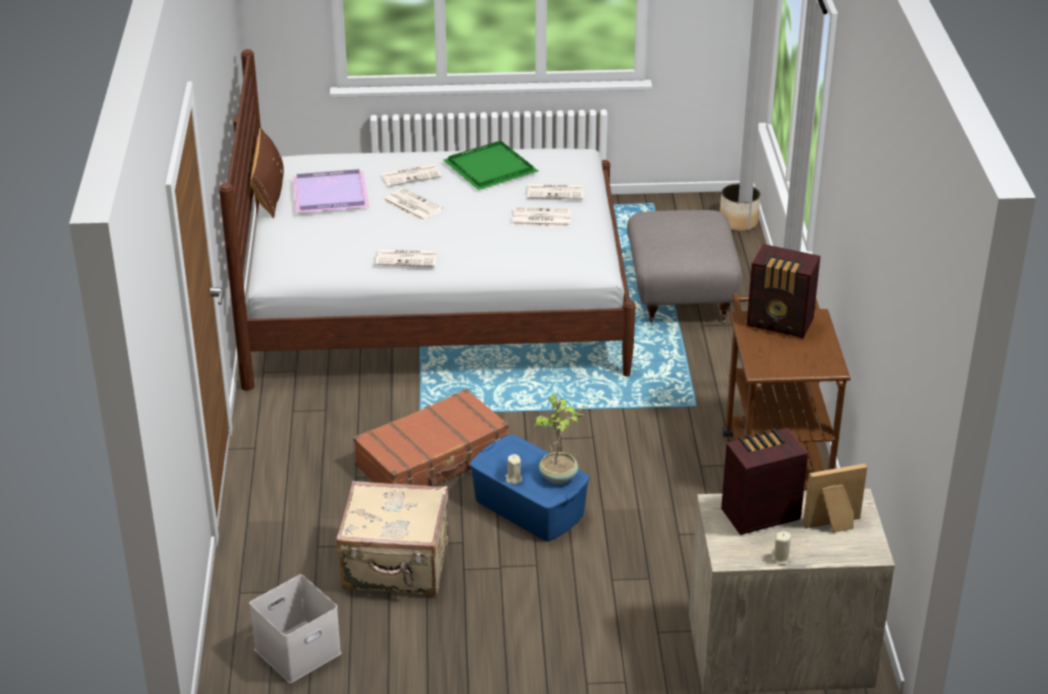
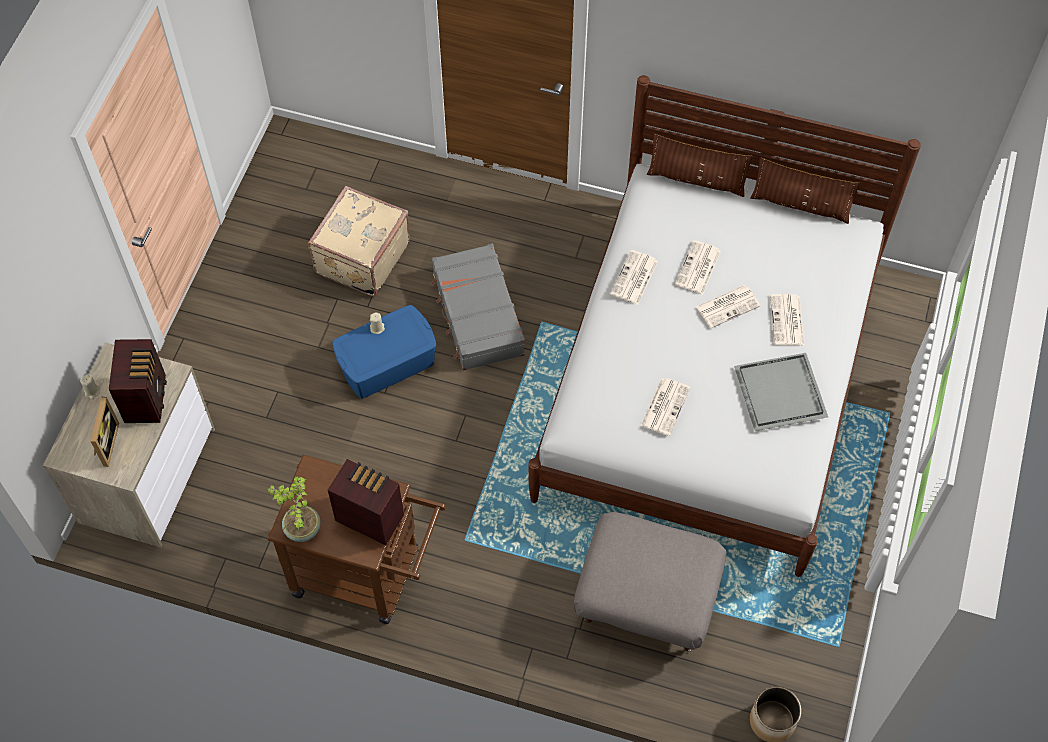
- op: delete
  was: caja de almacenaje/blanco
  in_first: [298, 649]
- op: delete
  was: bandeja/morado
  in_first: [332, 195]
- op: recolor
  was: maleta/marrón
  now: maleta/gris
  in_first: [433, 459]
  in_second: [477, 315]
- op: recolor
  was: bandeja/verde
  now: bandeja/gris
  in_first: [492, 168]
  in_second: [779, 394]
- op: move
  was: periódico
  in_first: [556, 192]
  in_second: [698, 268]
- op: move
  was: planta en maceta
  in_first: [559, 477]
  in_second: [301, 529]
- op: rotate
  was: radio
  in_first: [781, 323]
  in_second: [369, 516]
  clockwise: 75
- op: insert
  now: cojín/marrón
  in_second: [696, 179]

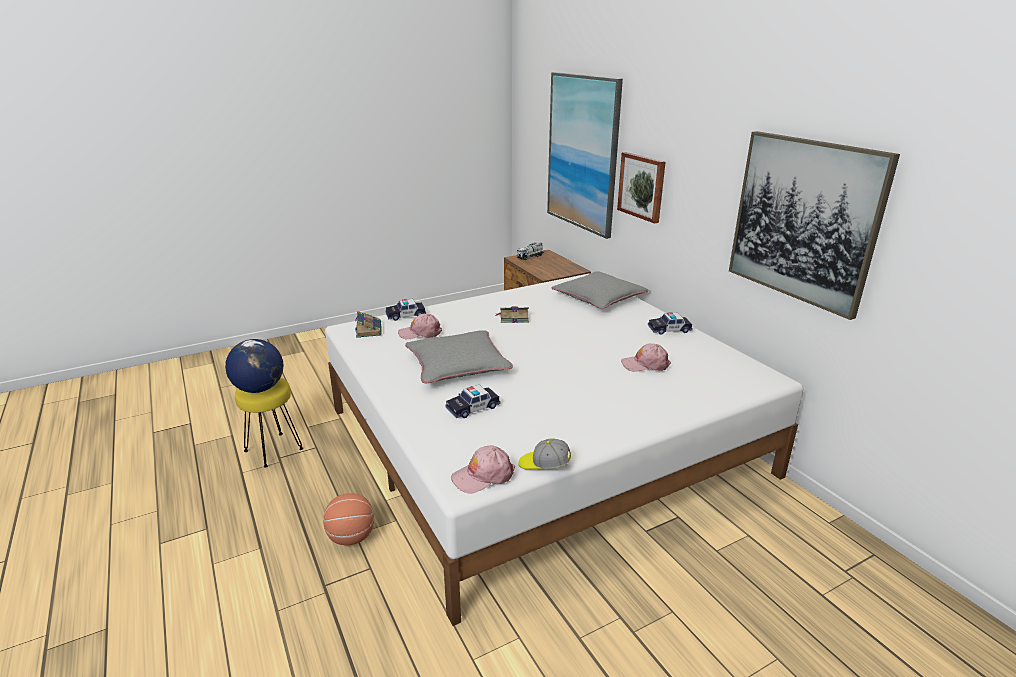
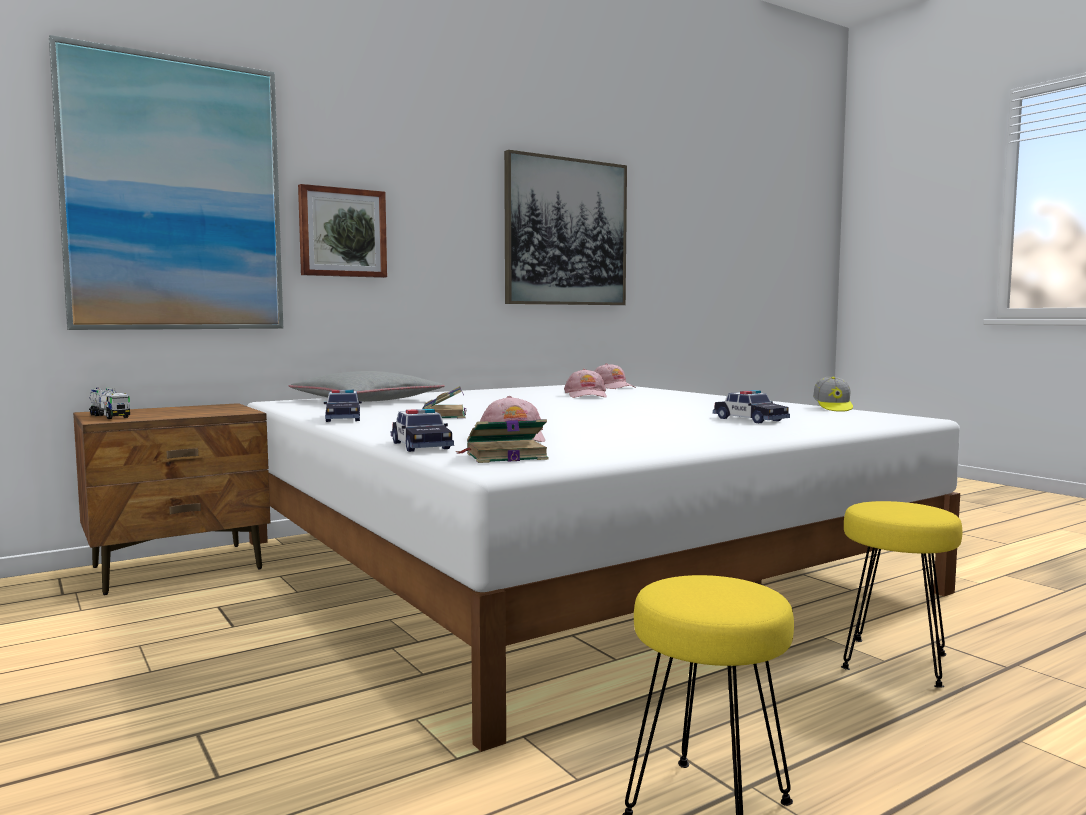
- op: delete
  was: globo terráqueo
  in_first: [259, 388]
- op: replace
  was: balón de baloncesto
  now: taburete/amarillo
  in_first: [351, 537]
  in_second: [894, 662]
- op: delete
  was: cojín/gris
  in_first: [457, 364]
- op: move
  was: gorra/rosa
  in_first: [483, 476]
  in_second: [612, 387]
- op: move
  was: coche de juguete
  in_first: [669, 329]
  in_second: [343, 418]

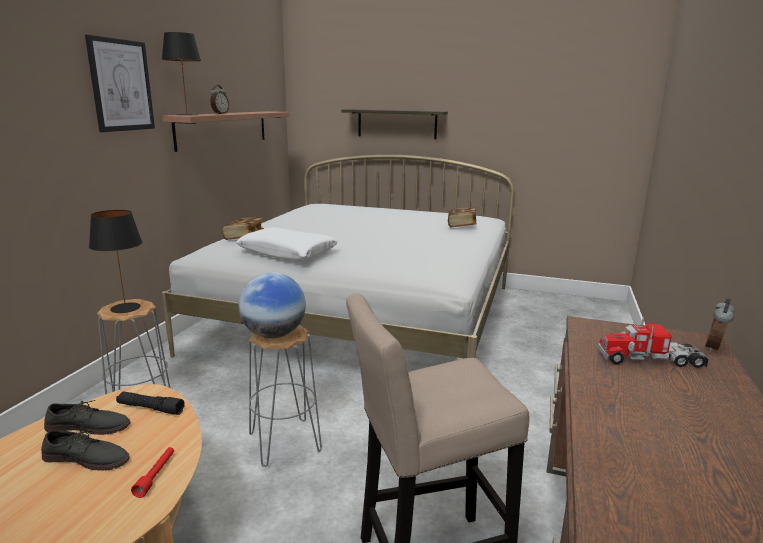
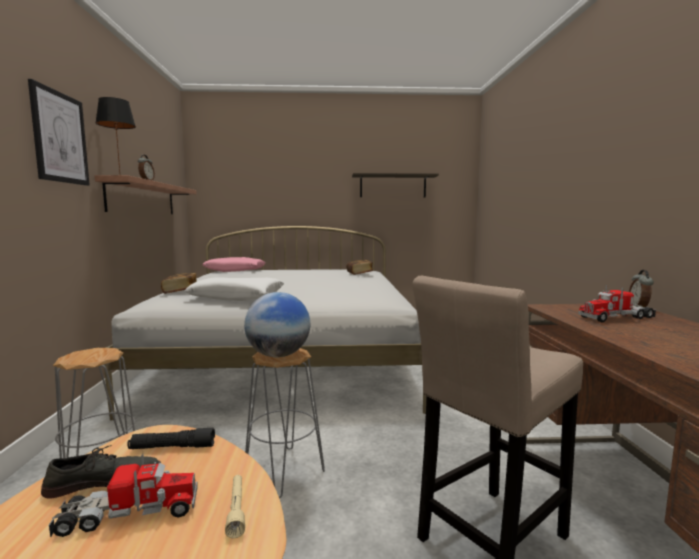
- op: replace
  was: zapato/gris
  now: camión de juguete
  in_first: [87, 458]
  in_second: [129, 514]
- op: delete
  was: lámpara de mesa/negro
  in_first: [126, 308]
- op: recolor
  was: linterna/rojo
  now: linterna/beis
  in_first: [156, 475]
  in_second: [236, 510]
- op: move
  was: estante
  in_first: [397, 124]
  in_second: [393, 186]
- op: insert
  now: cojín/rosa
  in_second: [235, 270]

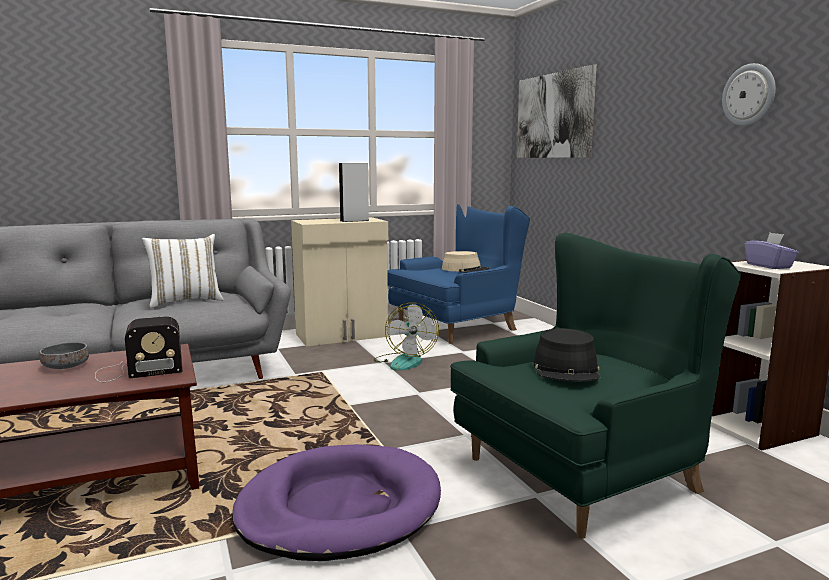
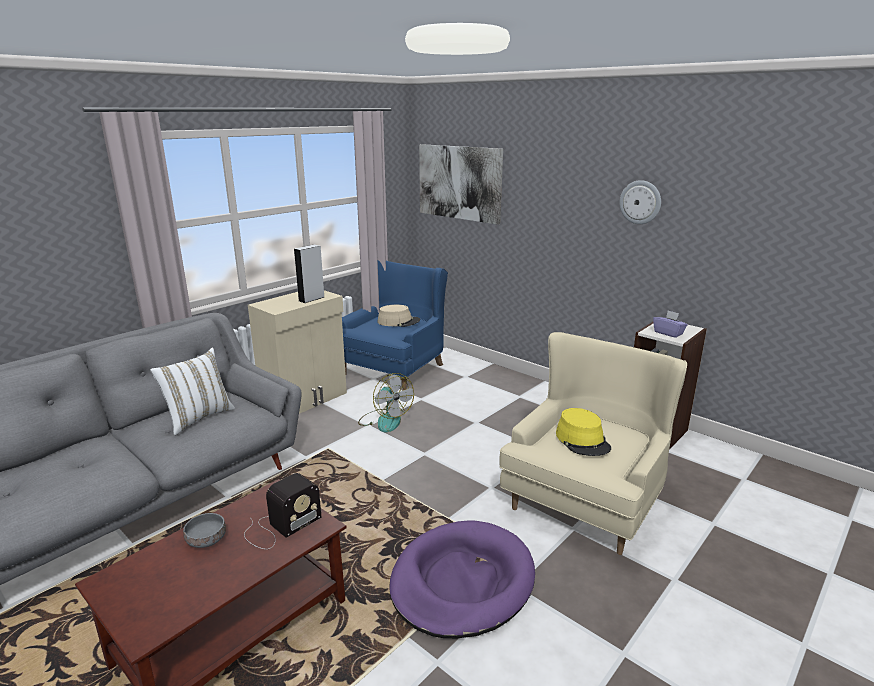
- op: recolor
  was: sillón/verde
  now: sillón/beis
  in_first: [586, 472]
  in_second: [588, 499]
- op: recolor
  was: sombrero/negro
  now: sombrero/amarillo
  in_first: [566, 369]
  in_second: [583, 440]

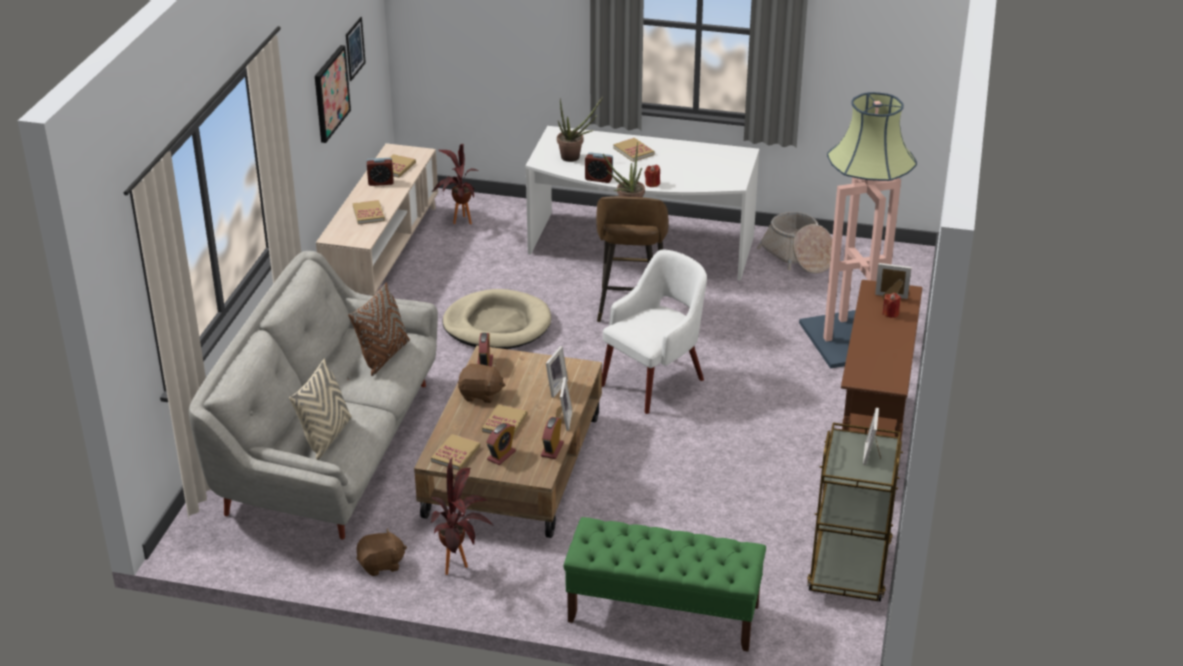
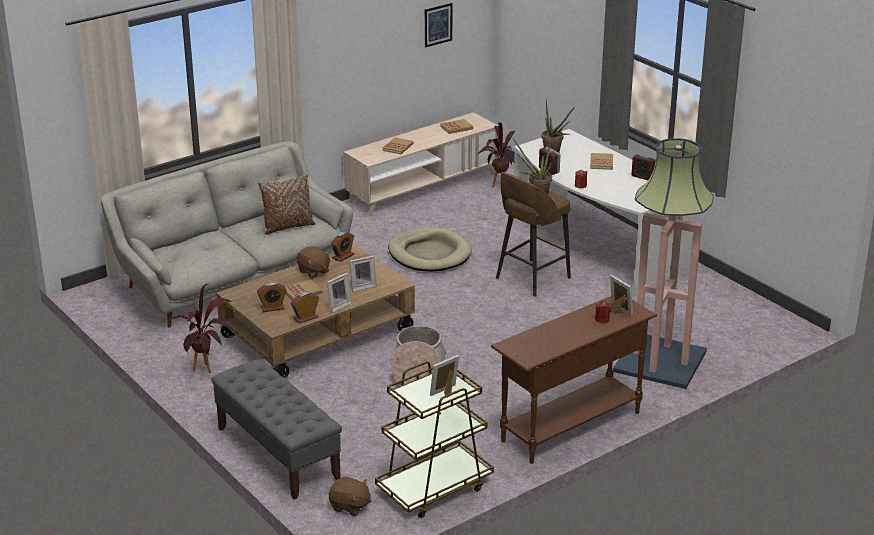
- op: delete
  was: cojín/beis
  in_first: [326, 437]
- op: delete
  was: cuadro
  in_first: [330, 93]
- op: move
  was: peluche/marrón
  in_first: [381, 565]
  in_second: [350, 506]
- op: move
  was: despertador
  in_first: [381, 182]
  in_second: [643, 177]
- op: delete
  was: libro
  in_first: [455, 454]
- op: recolor
  was: banco/verde
  now: banco/gris
  in_first: [662, 613]
  in_second: [277, 453]
- op: delete
  was: sillón/blanco
  in_first: [655, 381]
- op: move
  was: cesta
  in_first: [798, 256]
  in_second: [417, 370]

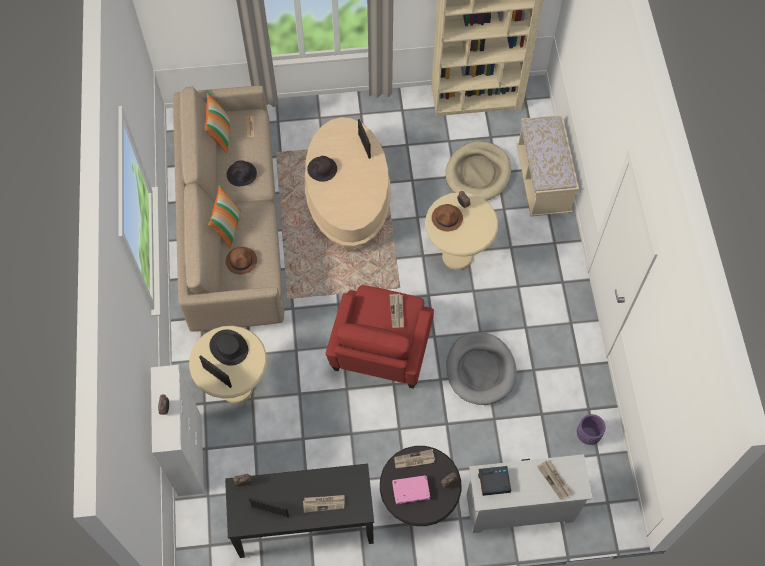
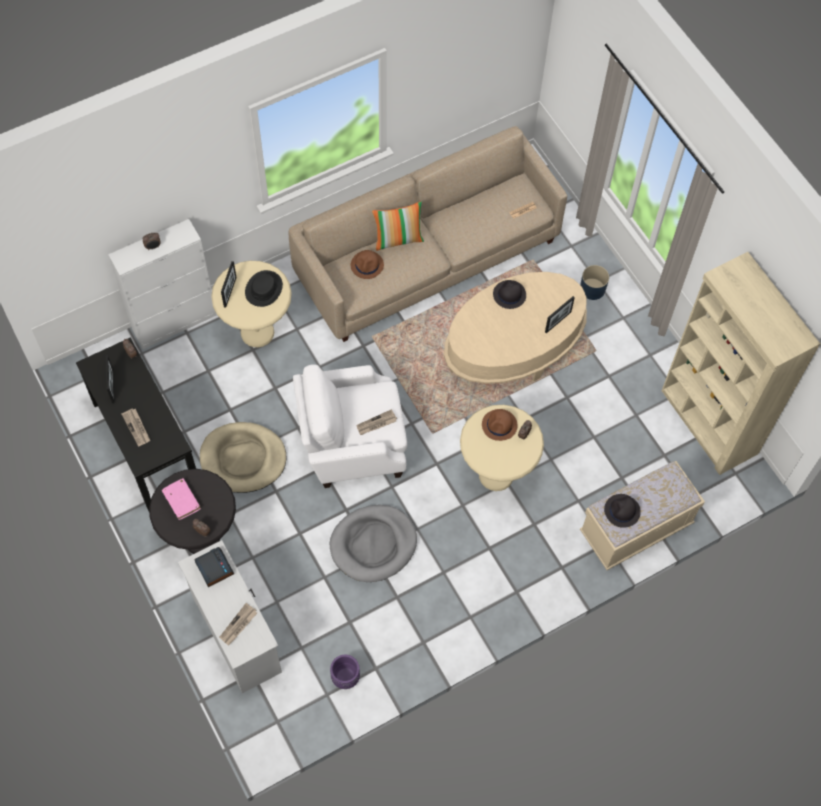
- op: delete
  was: cojín
  in_first: [220, 135]
- op: move
  was: sombrero/negro
  in_first: [242, 174]
  in_second: [622, 511]
- op: recolor
  was: sillón/rojo
  now: sillón/blanco
  in_first: [380, 351]
  in_second: [352, 443]
- op: delete
  was: periódico
  in_first: [414, 460]
- op: move
  was: cama para perro/beis
  in_first: [478, 173]
  in_second: [243, 459]
- op: insert
  now: maceta/azul
  in_second: [592, 289]

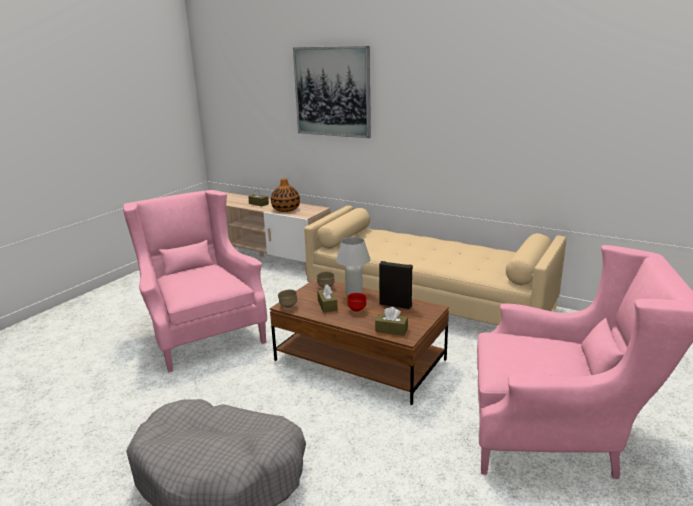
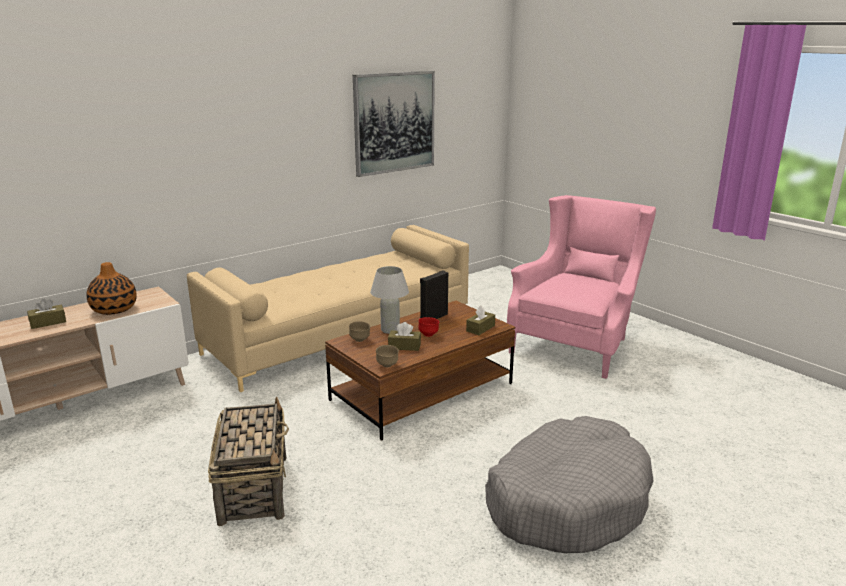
- op: replace
  was: sillón/rosa
  now: cesta
  in_first: [202, 332]
  in_second: [254, 488]
- op: move
  was: cuadro
  in_first: [332, 92]
  in_second: [394, 122]

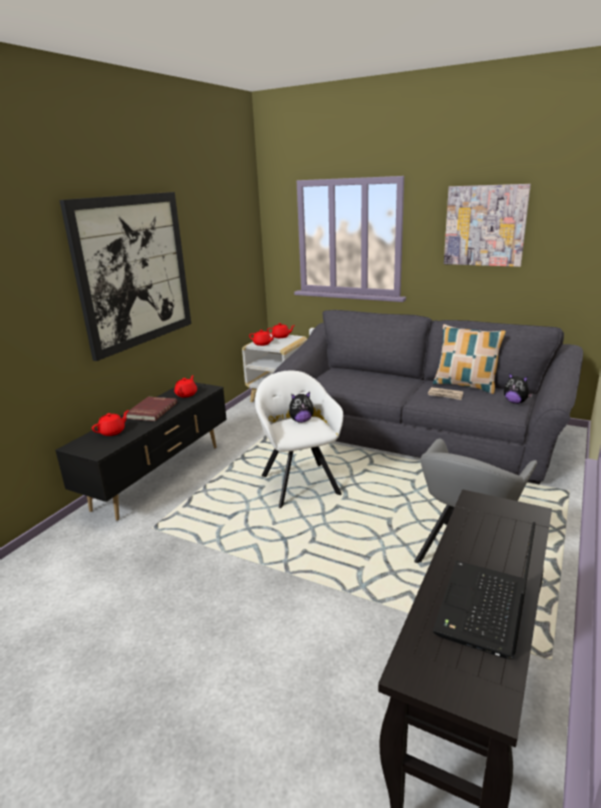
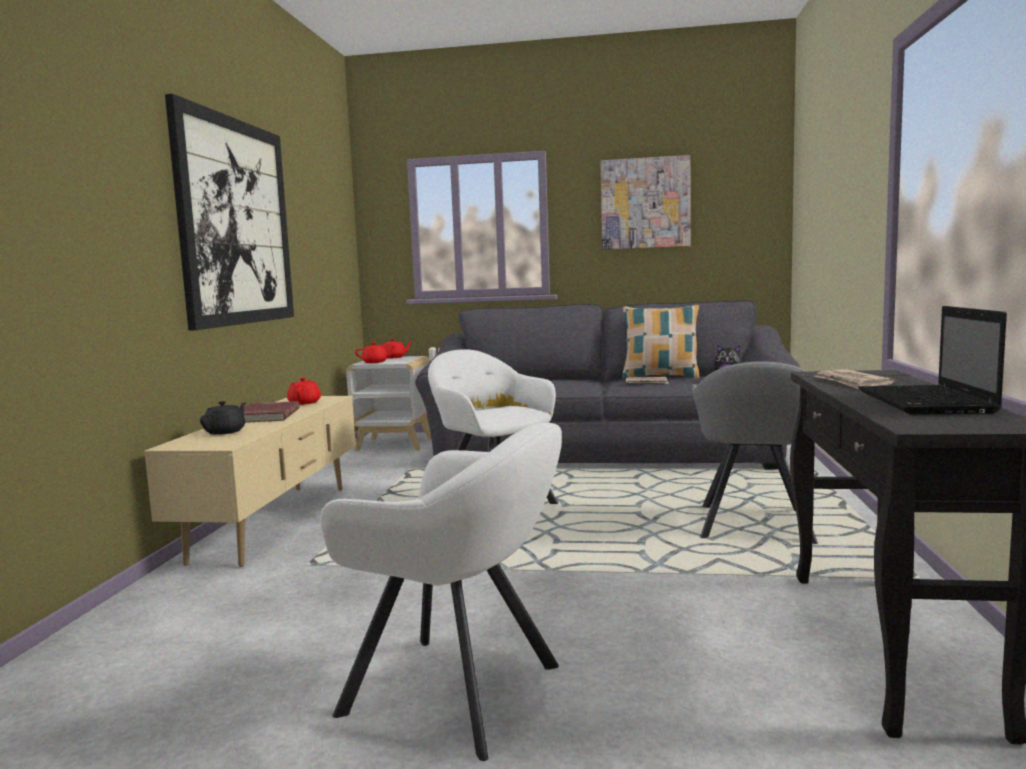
- op: recolor
  was: mueble de televisión/negro
  now: mueble de televisión/beis
  in_first: [160, 476]
  in_second: [276, 522]
- op: recolor
  was: tetera/rojo
  now: tetera/negro
  in_first: [113, 432]
  in_second: [226, 432]
- op: delete
  was: peluche
  in_first: [301, 421]
- op: insert
  now: sillón/blanco
  in_second: [460, 693]
- op: insert
  now: periódico
  in_second: [851, 383]

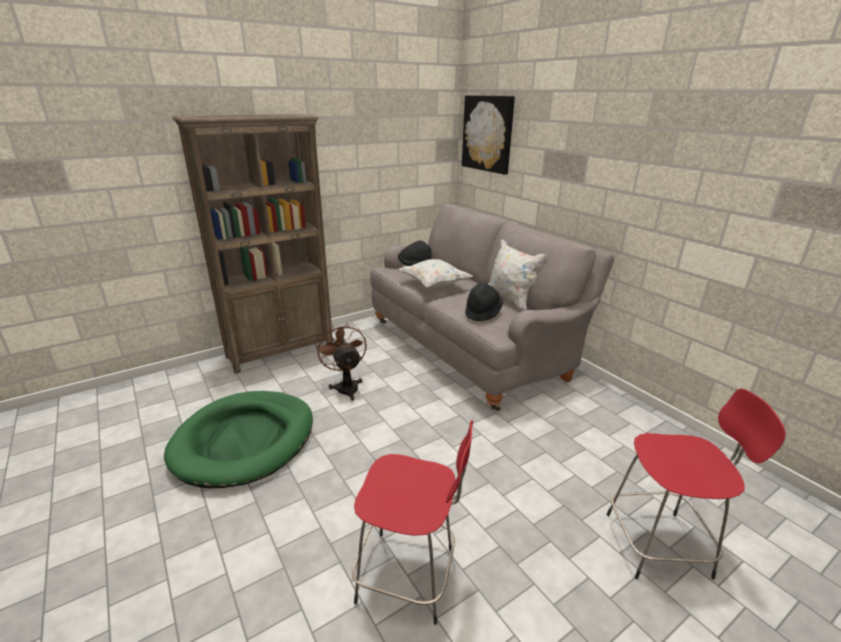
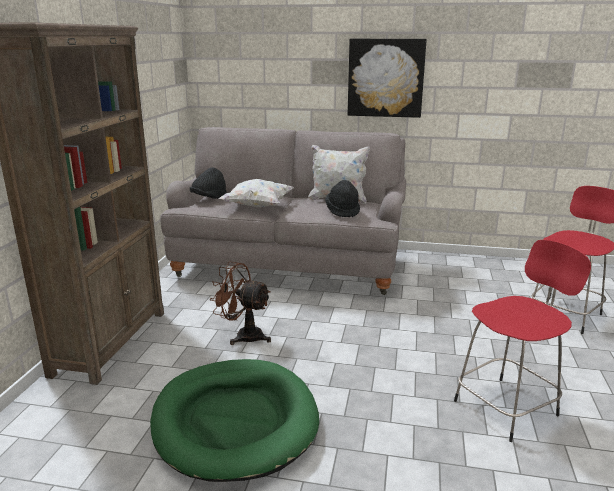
- op: move
  was: cuadro
  in_first: [487, 134]
  in_second: [385, 78]

